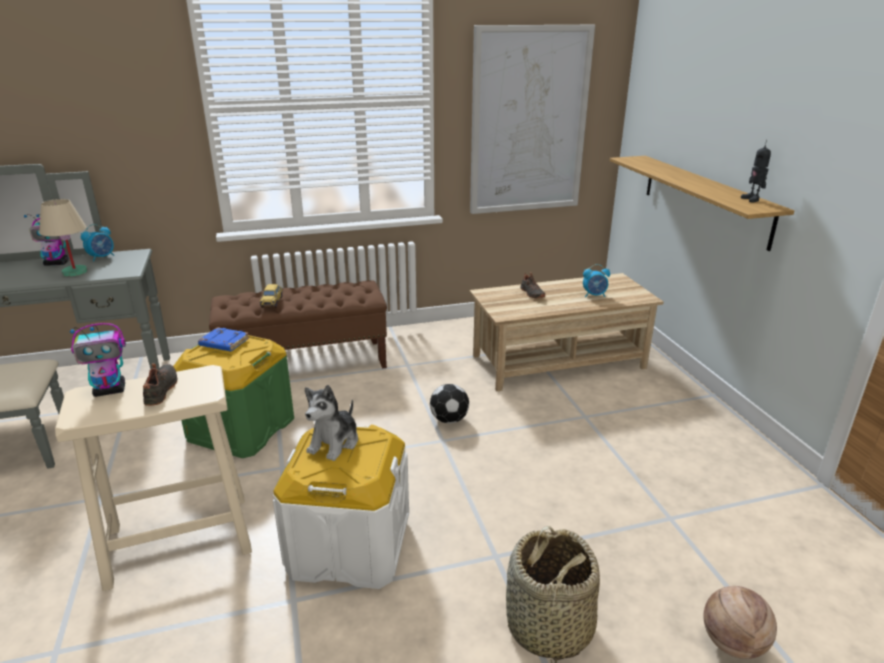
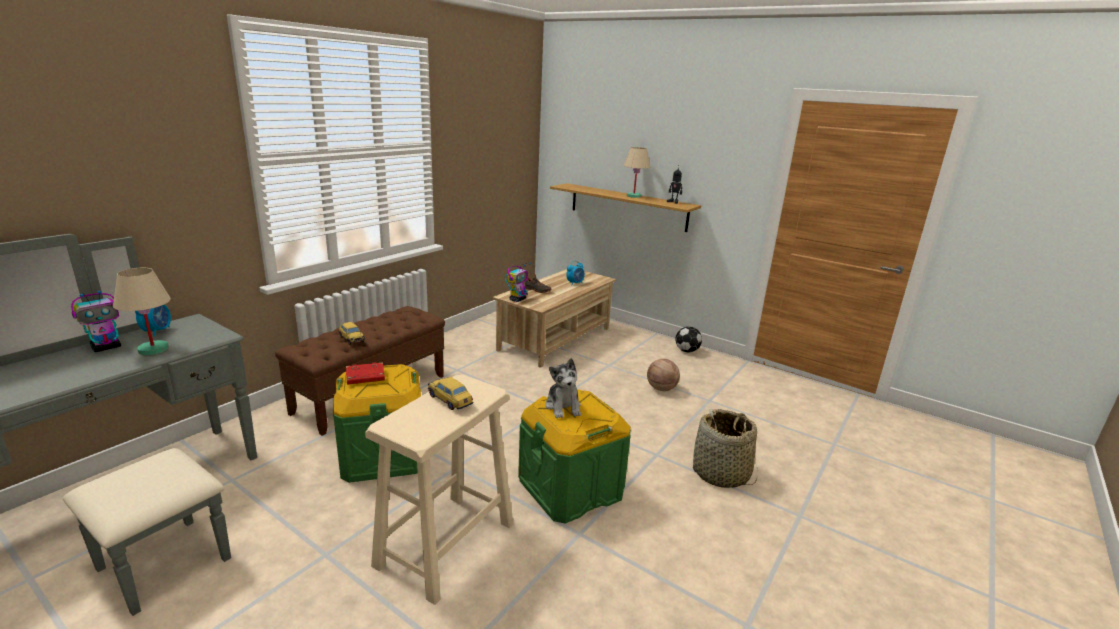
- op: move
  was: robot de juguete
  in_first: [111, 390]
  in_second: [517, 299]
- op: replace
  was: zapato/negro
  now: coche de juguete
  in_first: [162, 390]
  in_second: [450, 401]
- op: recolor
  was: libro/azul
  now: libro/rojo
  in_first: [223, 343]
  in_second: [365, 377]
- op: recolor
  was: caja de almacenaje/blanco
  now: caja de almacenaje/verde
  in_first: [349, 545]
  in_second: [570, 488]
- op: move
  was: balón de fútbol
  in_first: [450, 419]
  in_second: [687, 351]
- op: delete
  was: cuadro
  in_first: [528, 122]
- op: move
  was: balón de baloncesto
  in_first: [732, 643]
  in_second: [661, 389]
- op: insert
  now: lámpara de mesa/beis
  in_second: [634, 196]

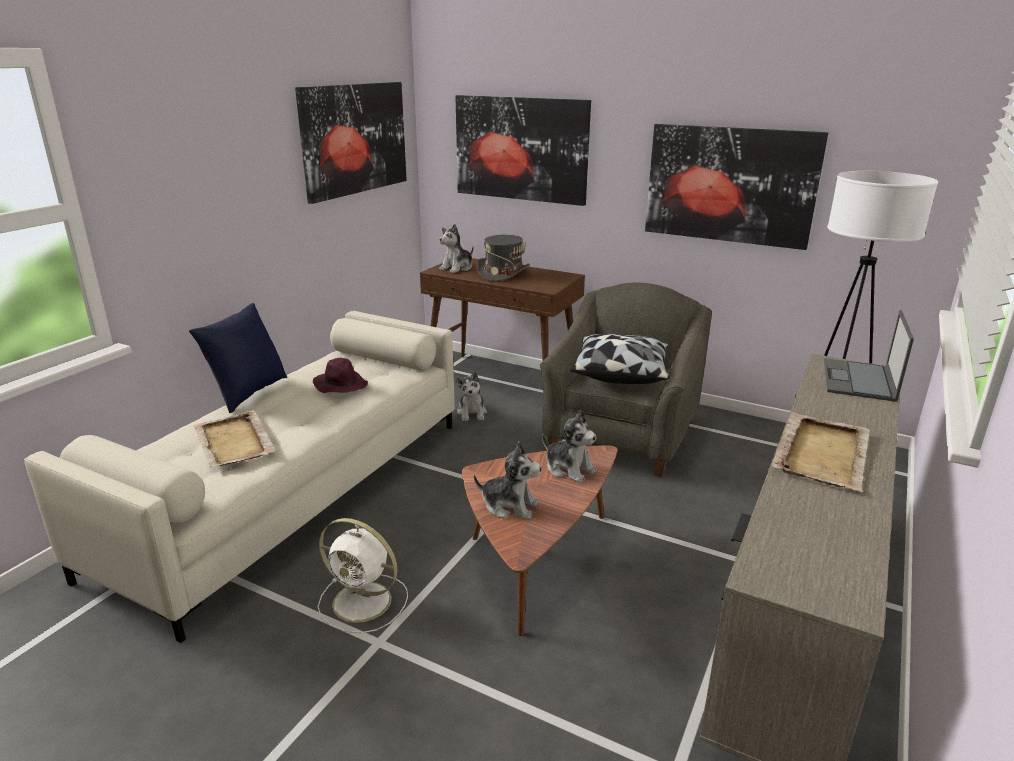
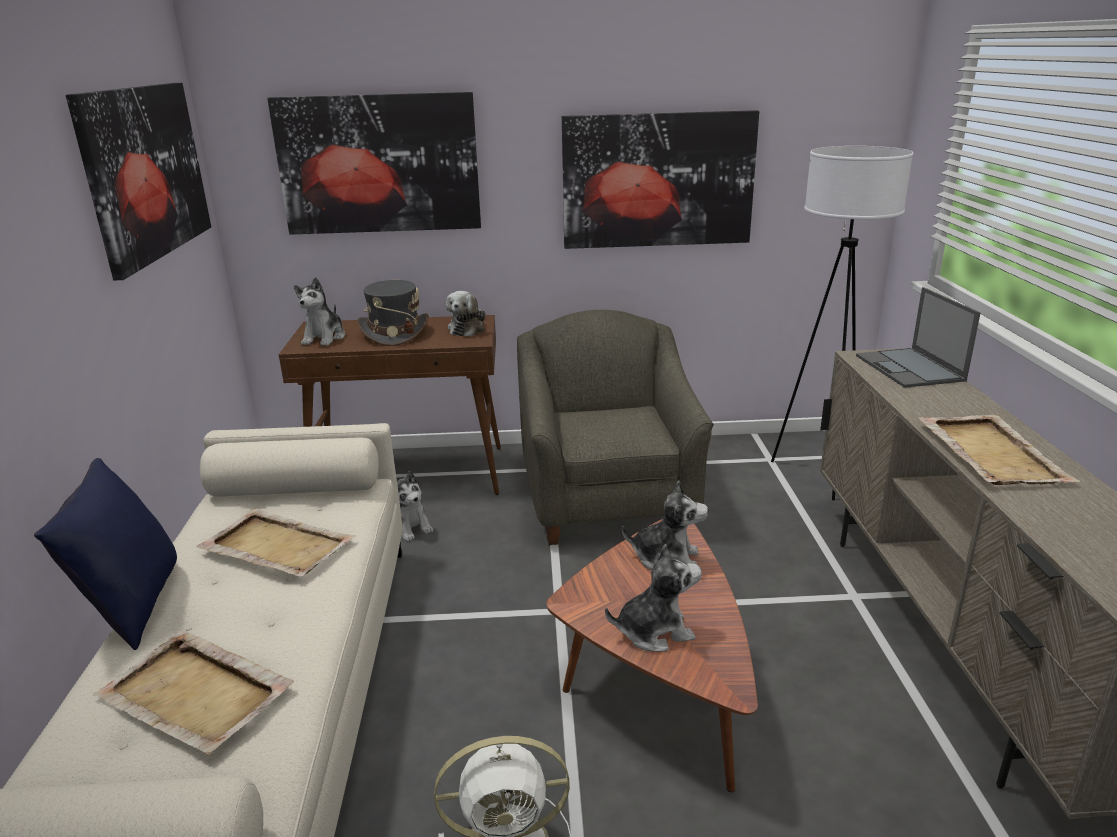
- op: replace
  was: sombrero/morado
  now: bandeja/beis
  in_first: [340, 385]
  in_second: [276, 546]
- op: delete
  was: cojín
  in_first: [620, 372]
- op: insert
  now: peluche
  in_second: [468, 329]

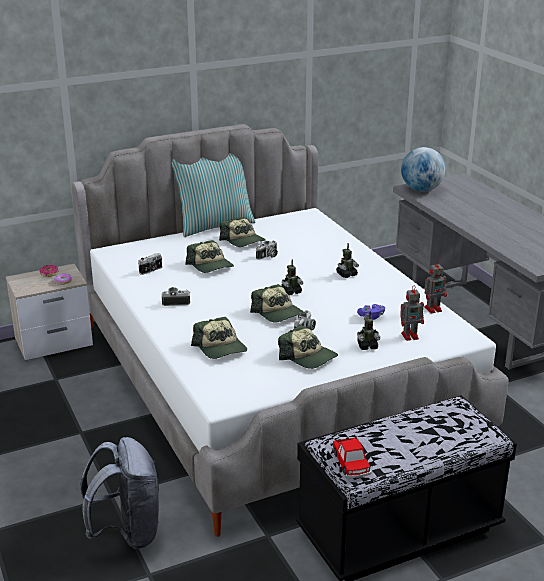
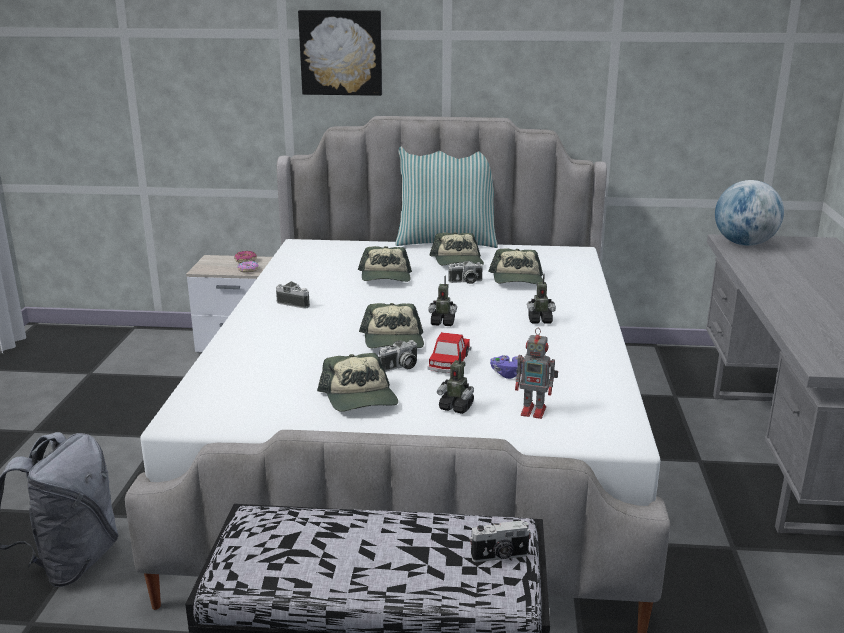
- op: move
  was: cámara
  in_first: [151, 270]
  in_second: [500, 556]
- op: move
  was: gorra
  in_first: [220, 348]
  in_second: [517, 280]
- op: move
  was: coche de juguete
  in_first: [350, 463]
  in_second: [449, 362]
- op: delete
  was: robot de juguete
  in_first: [433, 308]
- op: insert
  now: cuadro
  in_second: [341, 52]

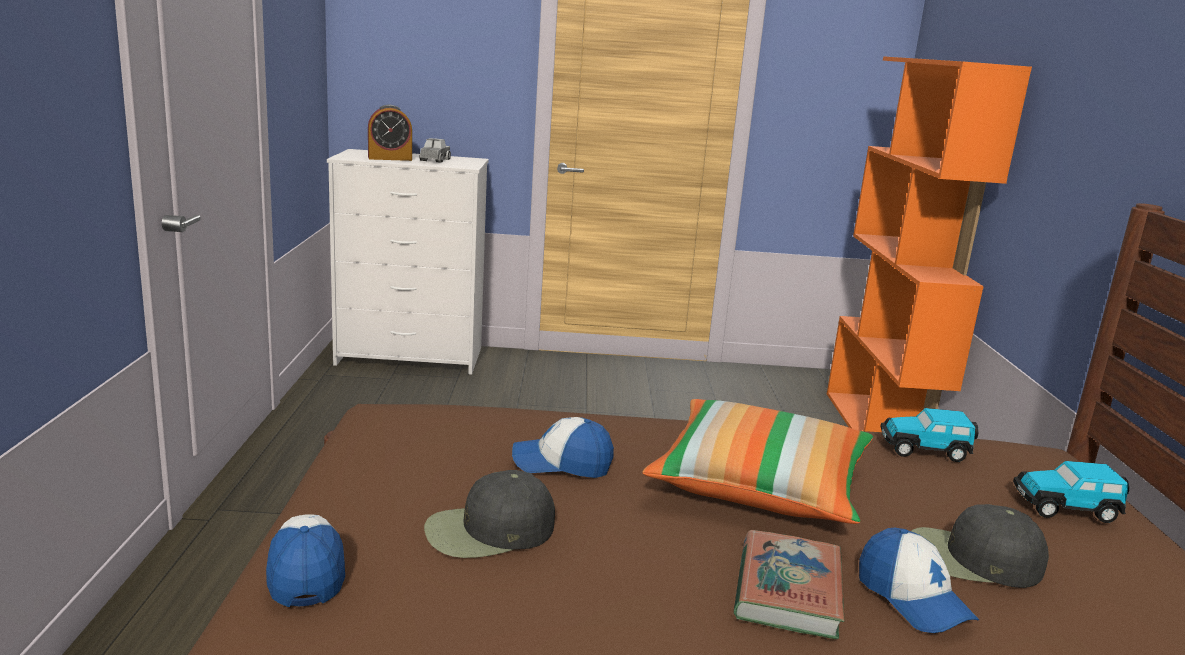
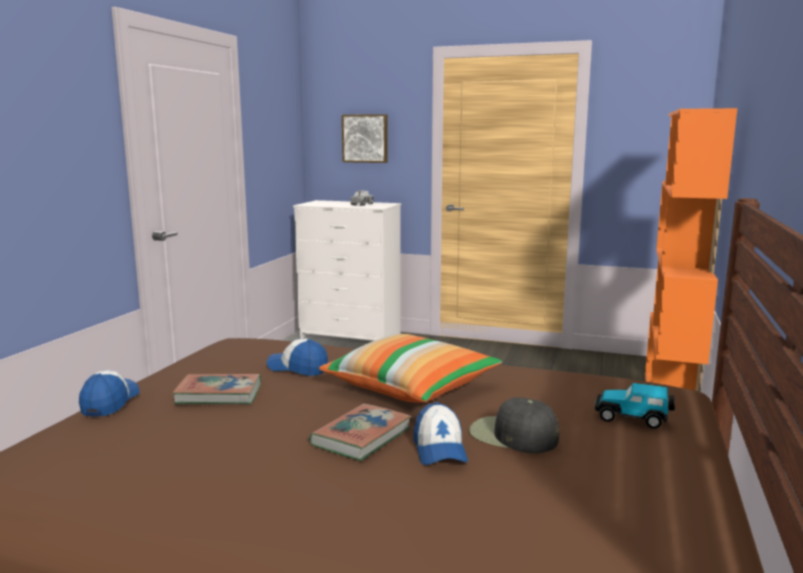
- op: delete
  was: despertador
  in_first: [390, 158]
- op: replace
  was: gorra/negro
  now: libro
  in_first: [488, 531]
  in_second: [219, 394]
- op: delete
  was: coche de juguete
  in_first: [925, 449]
- op: insert
  now: cuadro
  in_second: [365, 138]

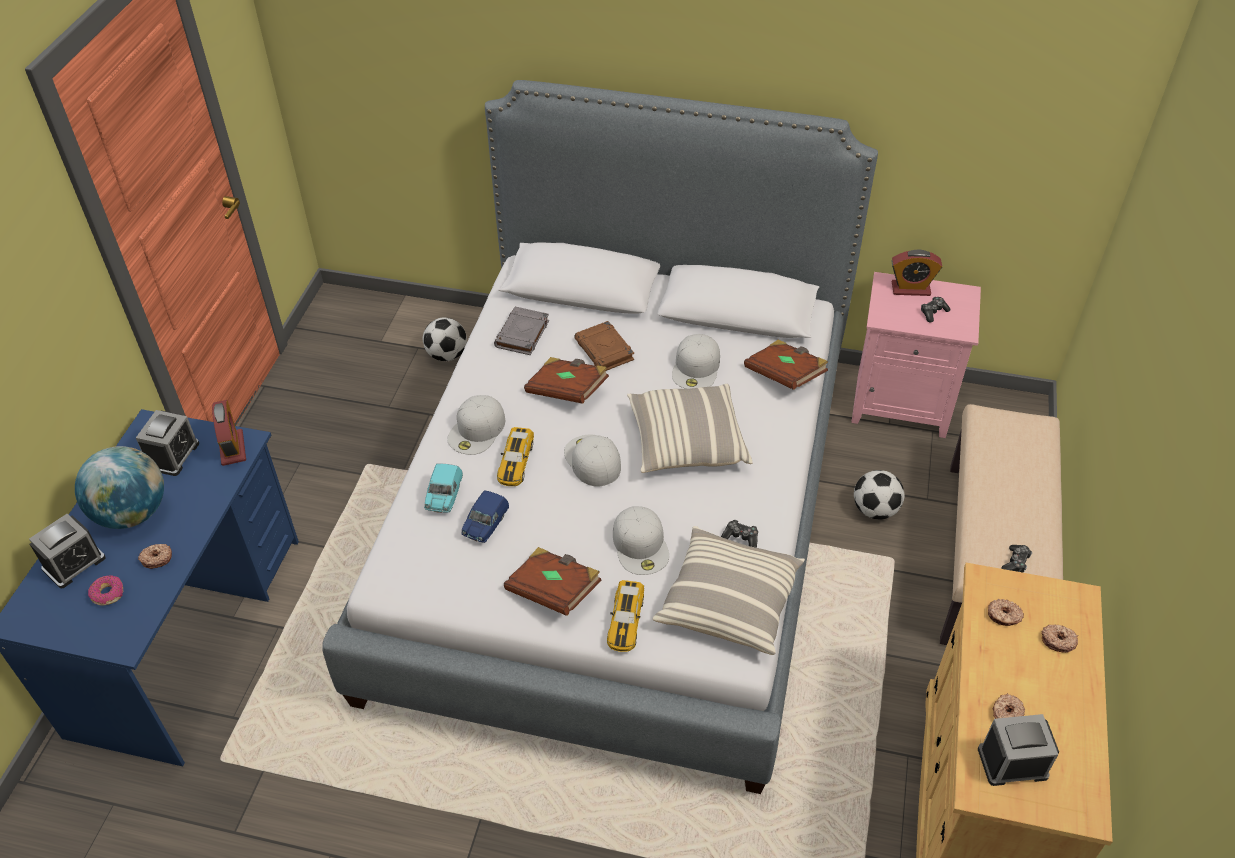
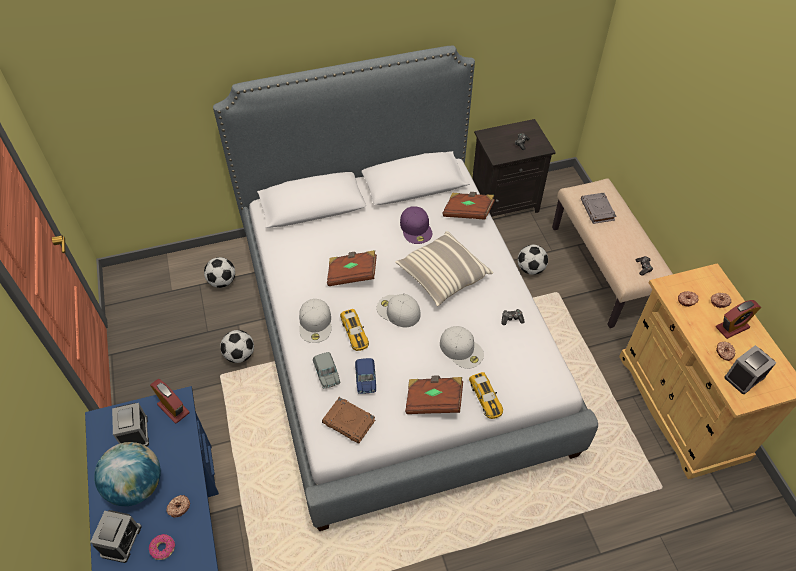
- op: recolor
  was: coche de juguete/turquesa
  now: coche de juguete/gris
  in_first: [444, 496]
  in_second: [327, 374]
- op: move
  was: libro/gris
  in_first: [522, 334]
  in_second: [597, 210]
- op: move
  was: libro/marrón
  in_first: [605, 350]
  in_second: [349, 422]
- op: delete
  was: cojín
  in_first: [729, 601]
- op: recolor
  was: gorra/blanco
  now: gorra/morado
  in_first: [696, 367]
  in_second: [416, 228]
- op: recolor
  was: mesita de noche/rosa
  now: mesita de noche/negro
  in_first: [902, 403]
  in_second: [505, 201]
- op: move
  was: despertador
  in_first: [910, 289]
  in_second: [732, 327]
- op: insert
  now: balón de fútbol
  in_second: [240, 355]

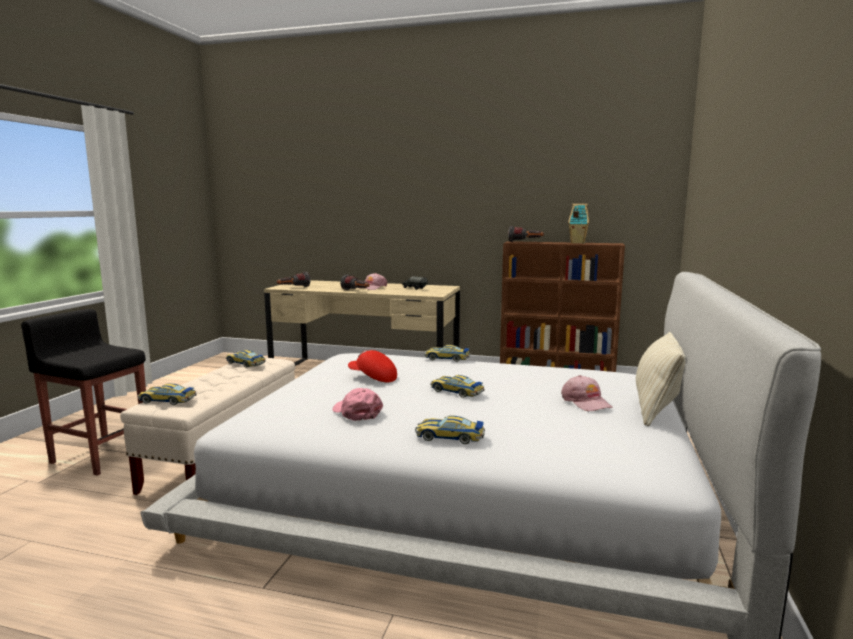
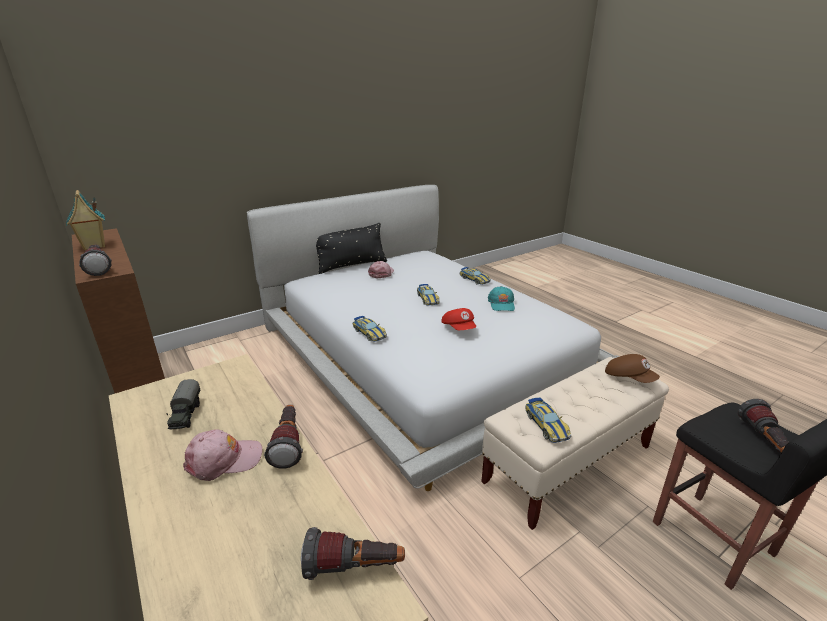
- op: replace
  was: coche de juguete
  now: gorra/marrón
  in_first: [167, 400]
  in_second: [629, 378]
- op: recolor
  was: gorra/rosa
  now: gorra/turquesa
  in_first: [357, 412]
  in_second: [501, 304]
- op: recolor
  was: cojín/beis
  now: cojín/negro
  in_first: [658, 404]
  in_second: [352, 266]
- op: insert
  now: linterna
  in_second: [763, 441]

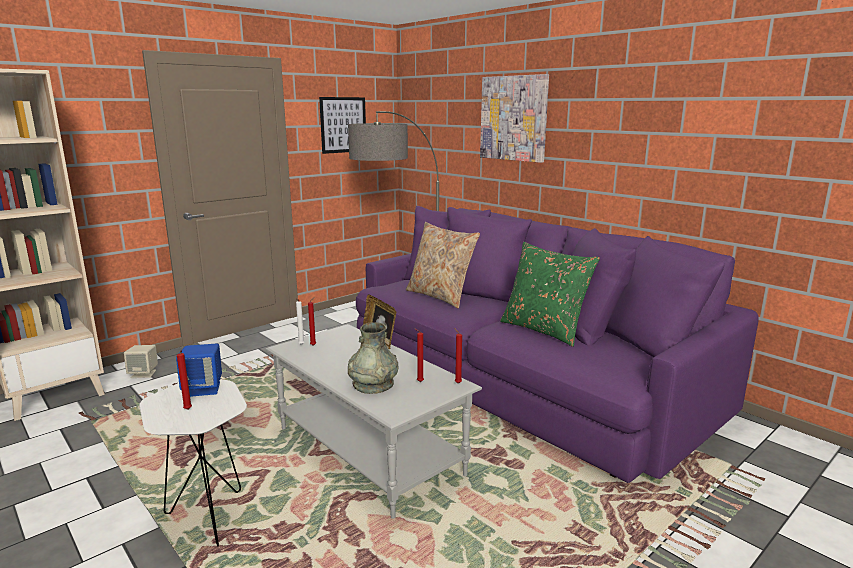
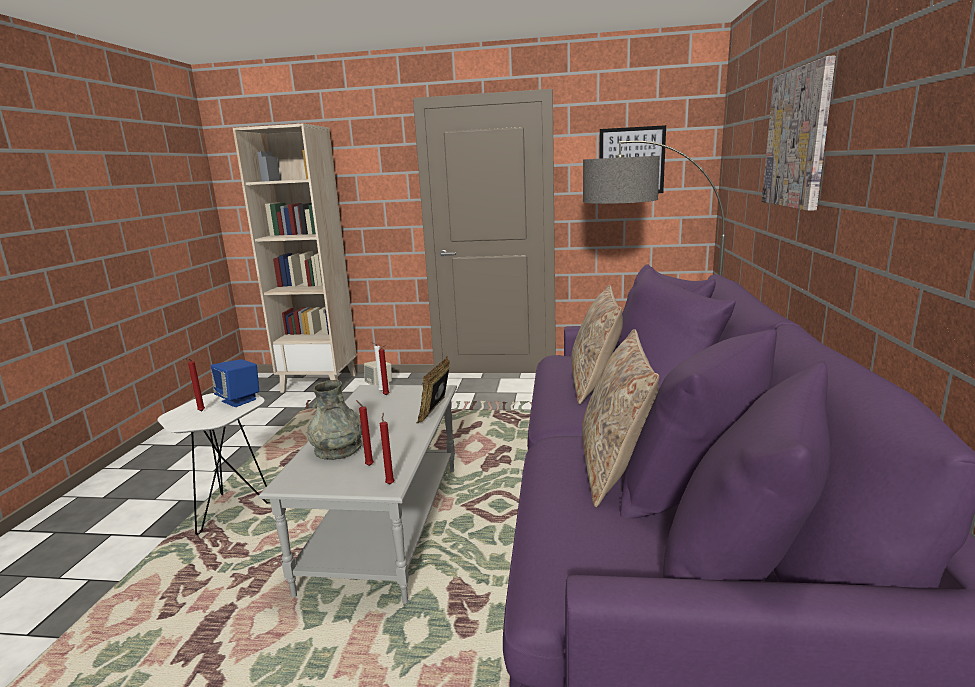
- op: recolor
  was: cojín/verde
  now: cojín/beis
  in_first: [544, 330]
  in_second: [614, 469]

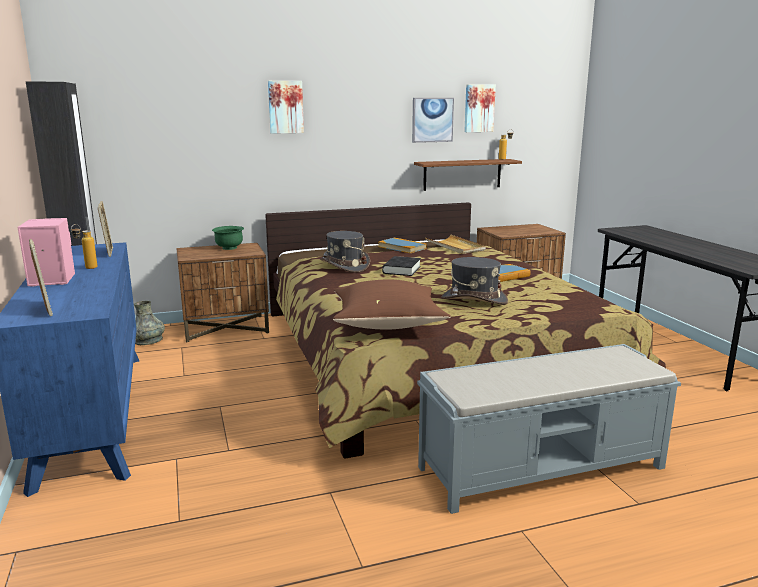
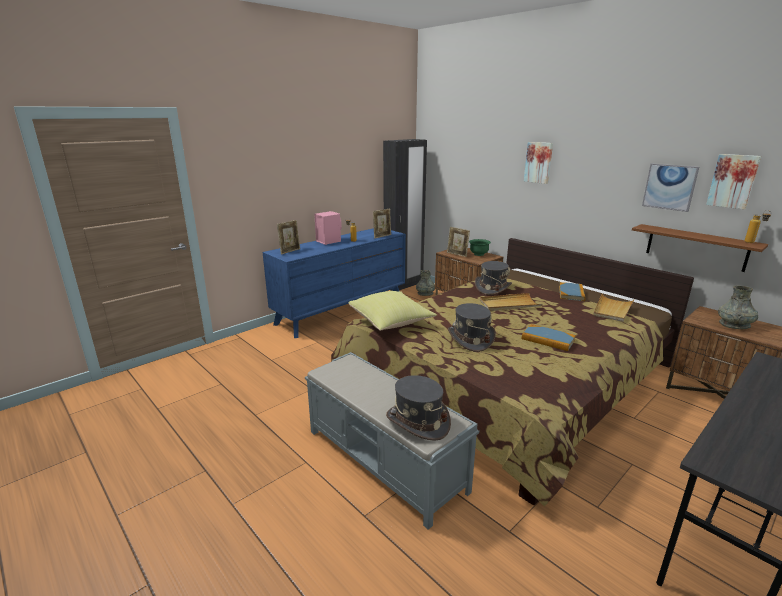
- op: recolor
  was: cojín/marrón
  now: cojín/amarillo
  in_first: [388, 324]
  in_second: [391, 323]
- op: replace
  was: libro/negro
  now: bandeja/beis
  in_first: [401, 270]
  in_second: [509, 304]
- op: insert
  now: sombrero/gris
  in_second: [417, 422]
- op: insert
  now: portarretratos
  in_second: [457, 254]
- op: insert
  now: florero/gris
  in_second: [734, 325]

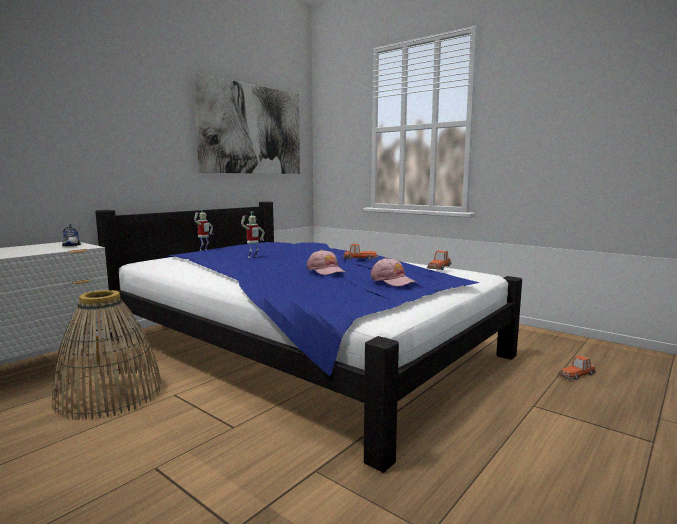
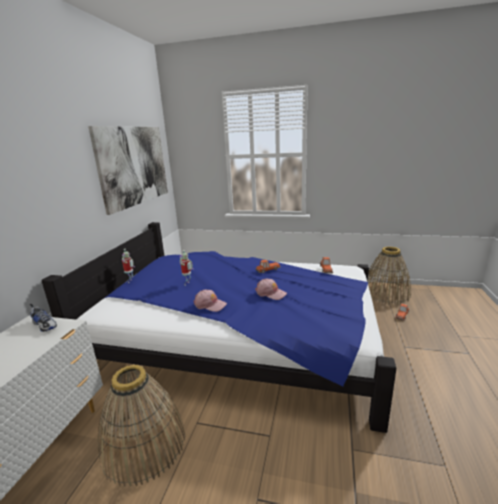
- op: move
  was: gorra/rosa
  in_first: [392, 281]
  in_second: [210, 304]
- op: insert
  now: cesta
  in_second: [385, 293]

